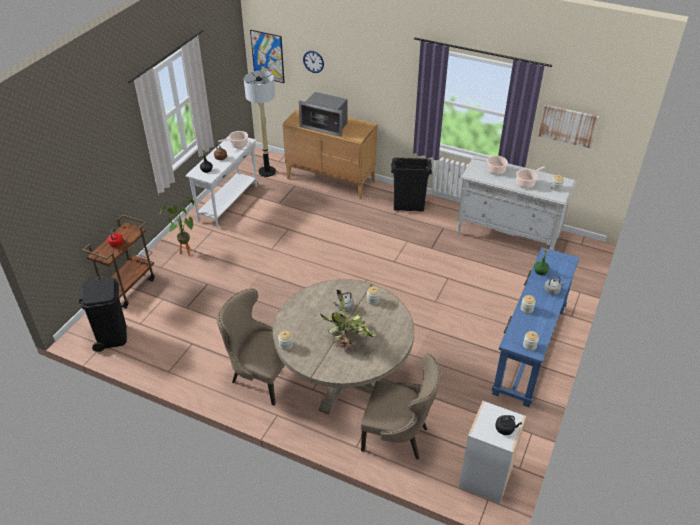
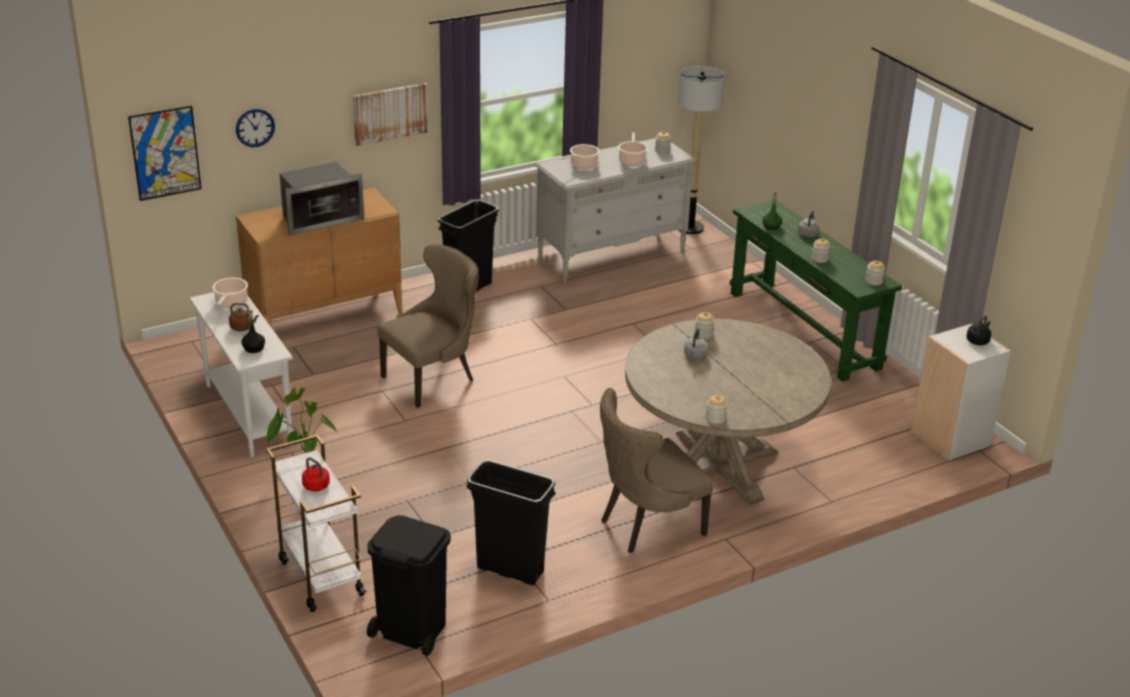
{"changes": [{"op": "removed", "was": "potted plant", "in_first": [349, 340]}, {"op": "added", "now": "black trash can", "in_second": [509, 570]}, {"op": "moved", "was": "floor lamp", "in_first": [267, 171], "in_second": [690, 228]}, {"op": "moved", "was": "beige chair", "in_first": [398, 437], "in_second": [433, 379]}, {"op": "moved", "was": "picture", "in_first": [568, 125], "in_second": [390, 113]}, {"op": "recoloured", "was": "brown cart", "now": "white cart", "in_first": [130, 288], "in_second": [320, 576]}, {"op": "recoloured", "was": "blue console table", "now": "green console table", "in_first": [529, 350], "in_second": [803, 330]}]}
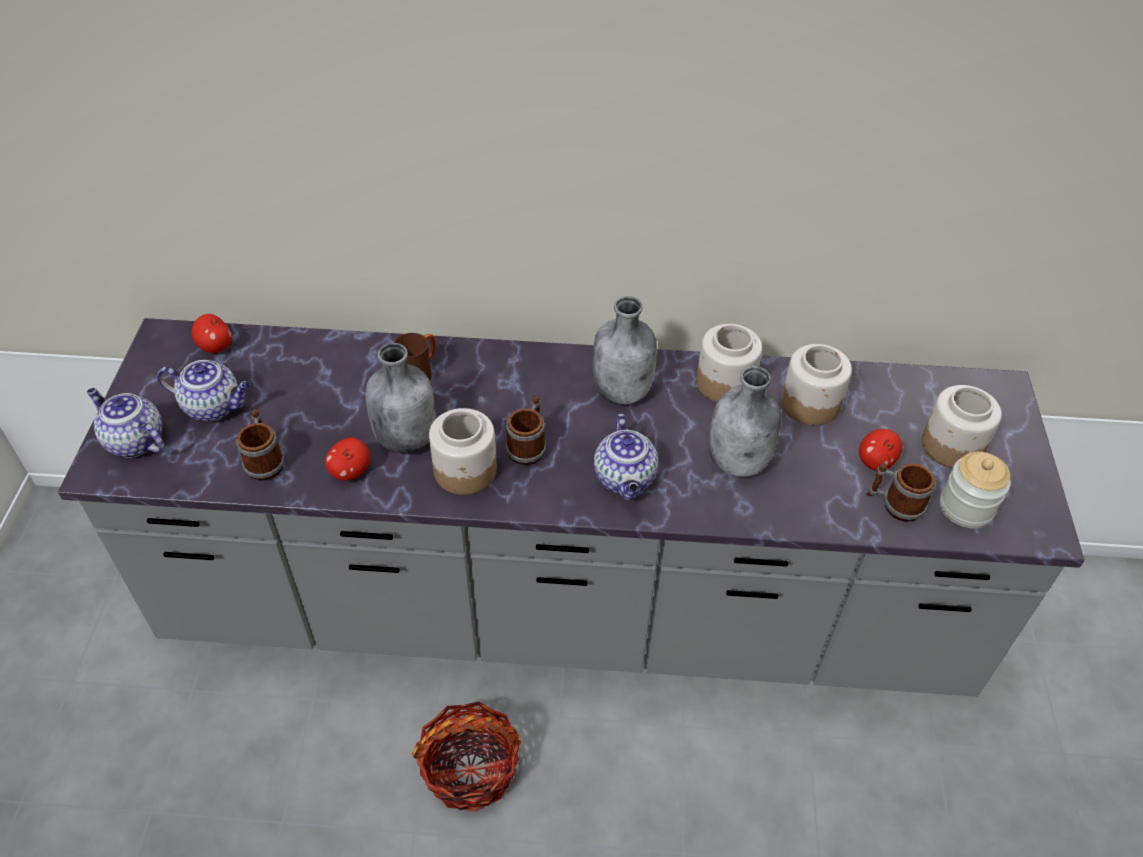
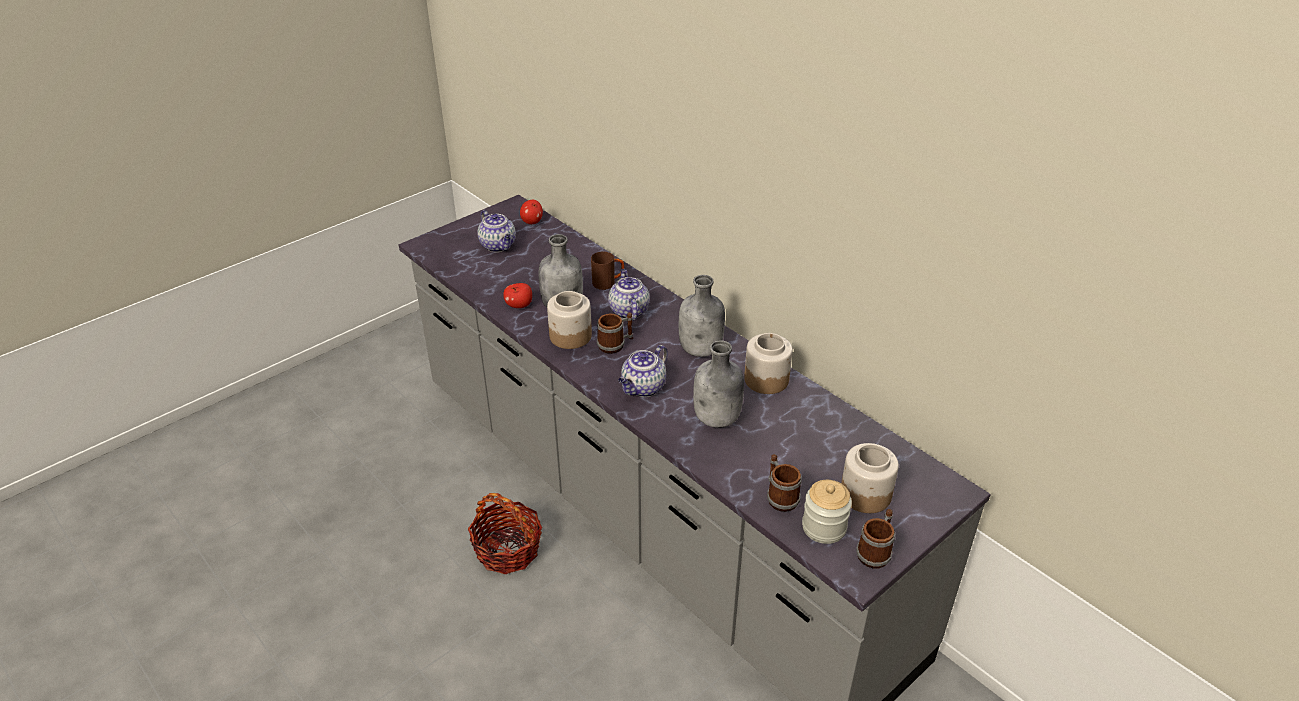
{"changes": [{"op": "removed", "was": "jar", "in_first": [810, 403]}, {"op": "removed", "was": "apple", "in_first": [875, 462]}, {"op": "moved", "was": "teapot", "in_first": [134, 441], "in_second": [628, 311]}, {"op": "moved", "was": "mug", "in_first": [265, 460], "in_second": [875, 552]}]}
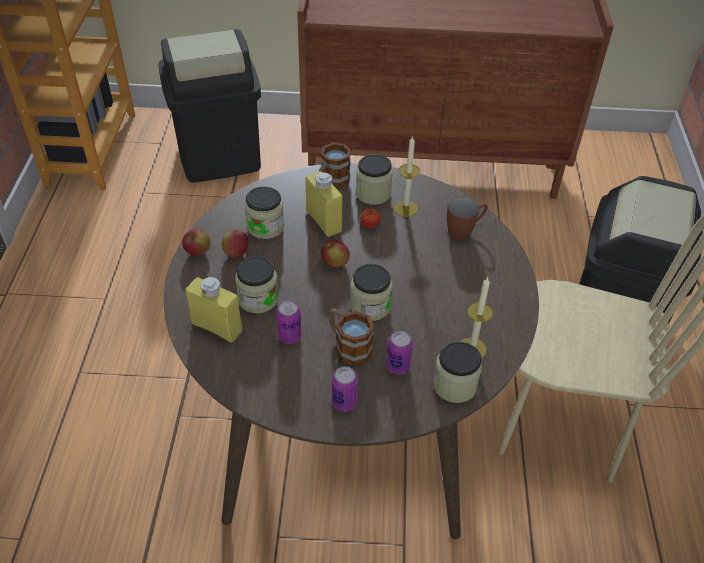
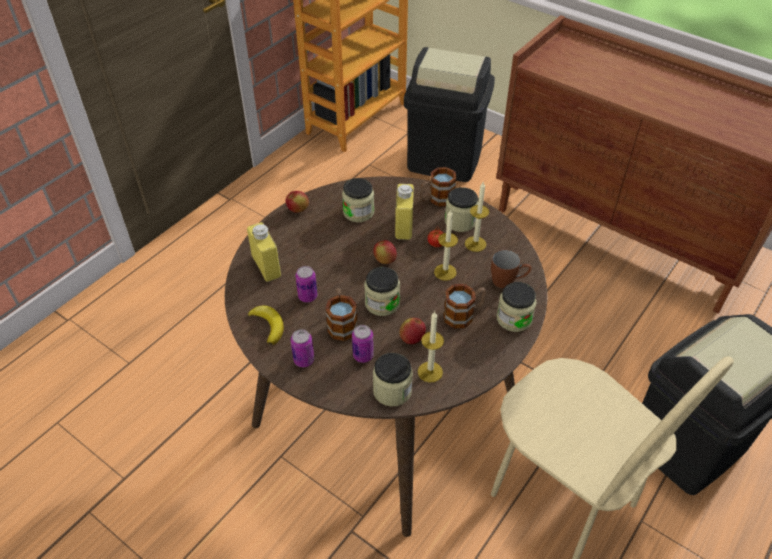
{"changes": [{"op": "added", "now": "banana", "in_second": [268, 325]}, {"op": "added", "now": "candle", "in_second": [445, 272]}, {"op": "added", "now": "mug", "in_second": [464, 314]}, {"op": "moved", "was": "apple", "in_first": [236, 253], "in_second": [412, 338]}, {"op": "moved", "was": "jar", "in_first": [258, 299], "in_second": [514, 318]}]}
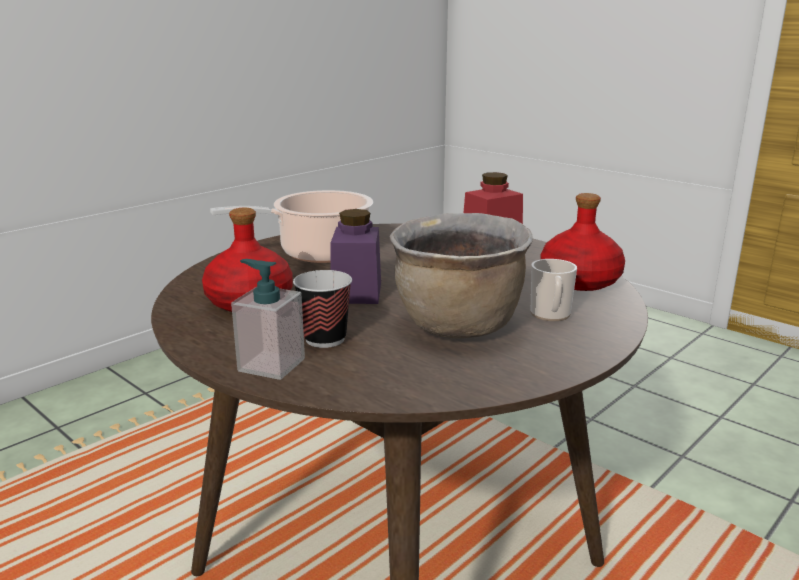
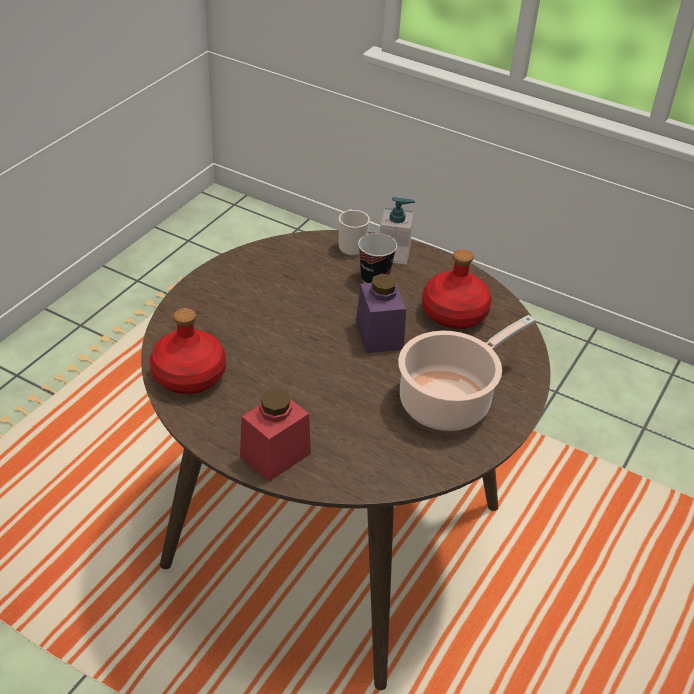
{"changes": [{"op": "removed", "was": "brown cooking pot", "in_first": [458, 327]}, {"op": "moved", "was": "mug", "in_first": [551, 315], "in_second": [351, 245]}]}
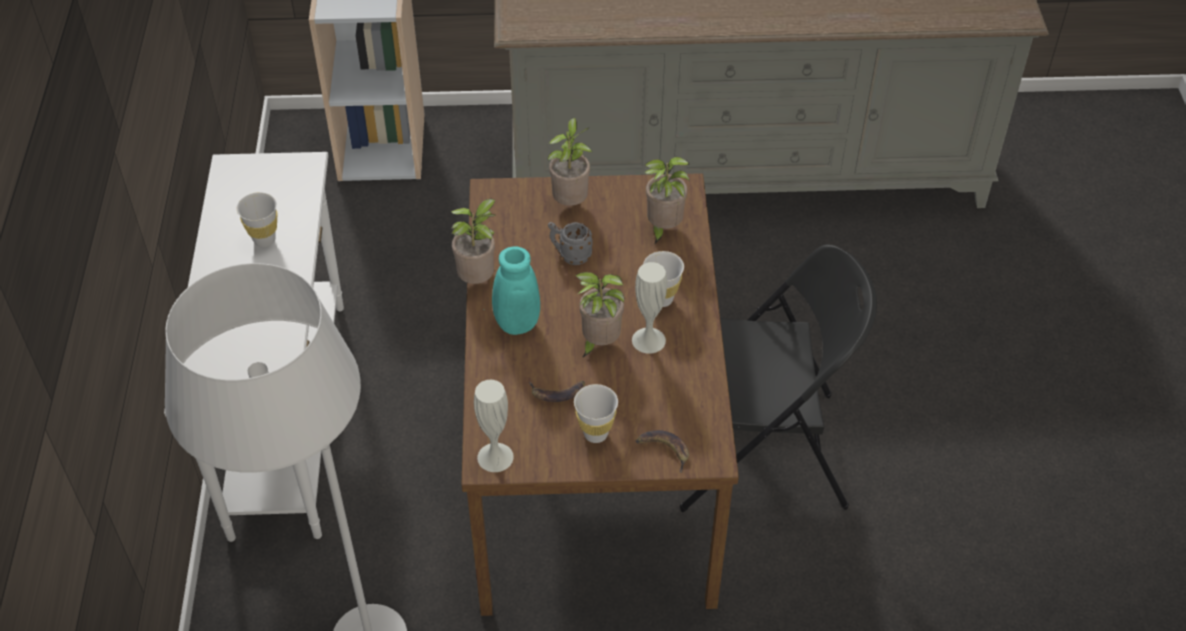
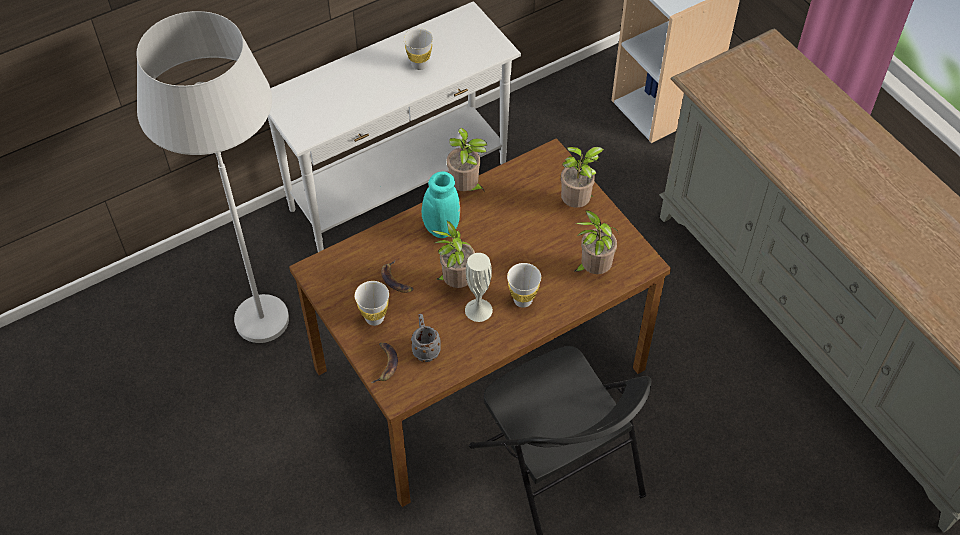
{"changes": [{"op": "removed", "was": "white vase", "in_first": [495, 457]}, {"op": "moved", "was": "grey mug", "in_first": [570, 255], "in_second": [425, 348]}]}
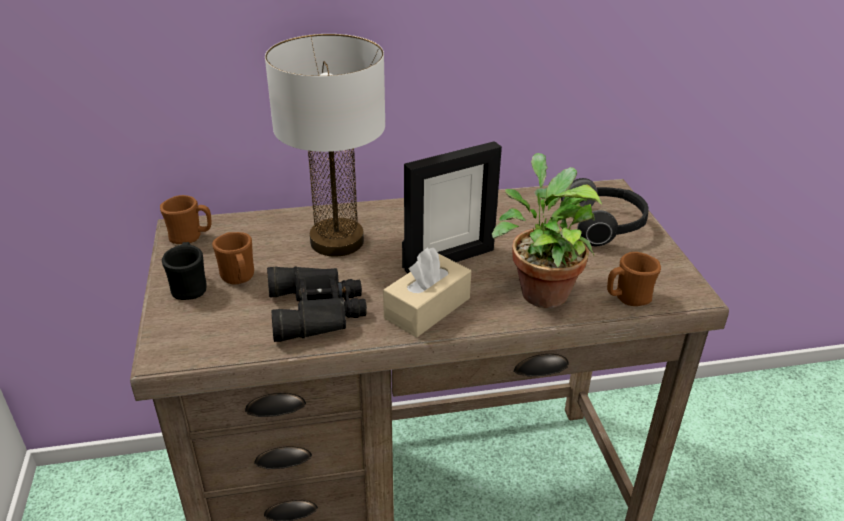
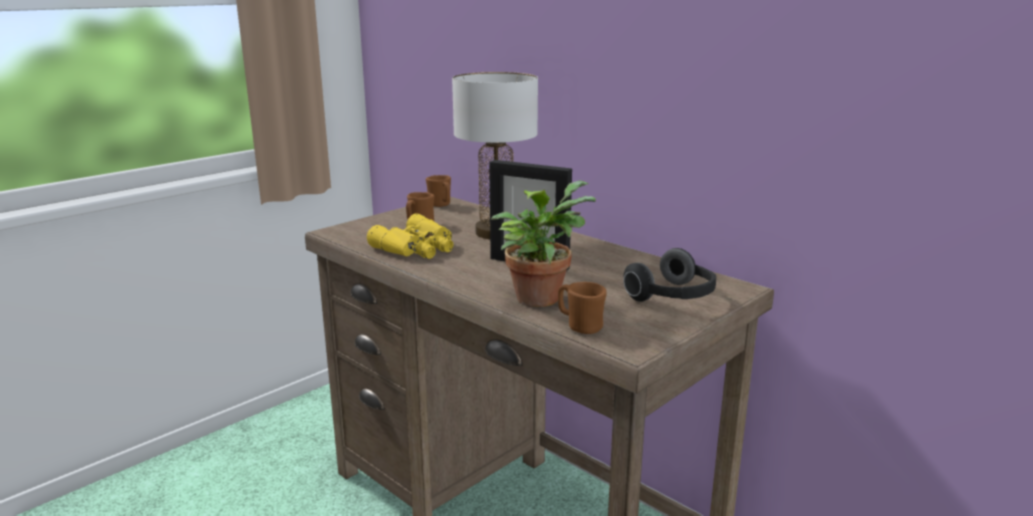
{"changes": [{"op": "removed", "was": "black mug", "in_first": [190, 287]}, {"op": "removed", "was": "beige tissue box", "in_first": [427, 308]}, {"op": "recoloured", "was": "black binoculars", "now": "yellow binoculars", "in_first": [318, 310], "in_second": [417, 248]}]}
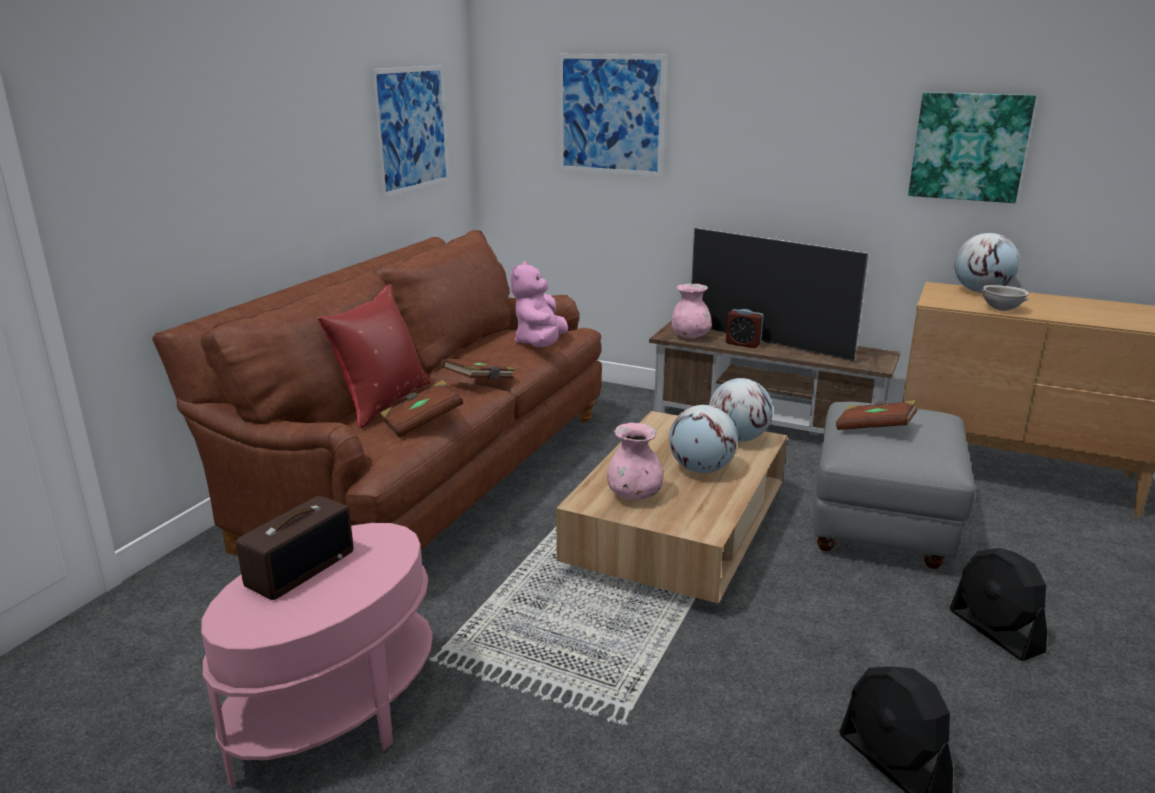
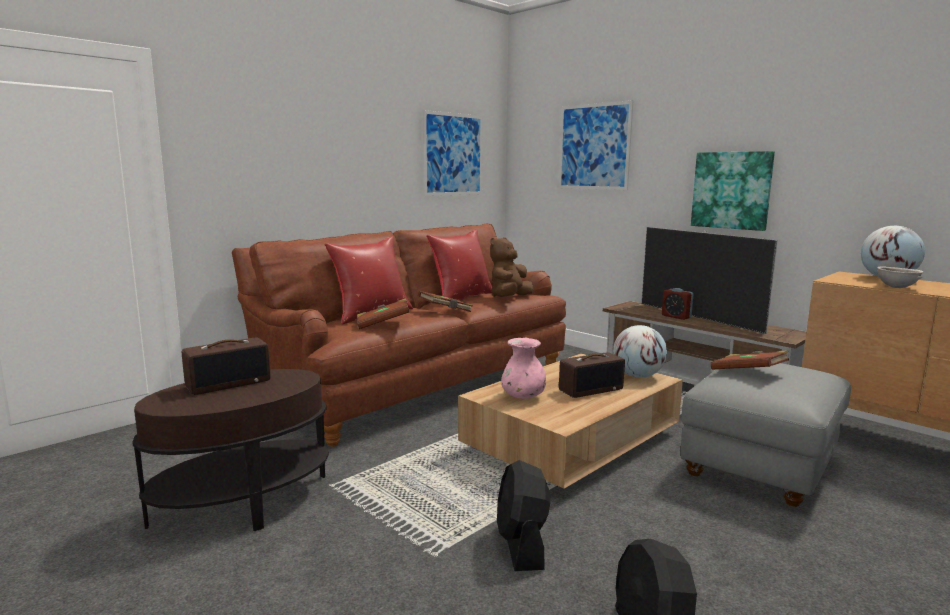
{"changes": [{"op": "removed", "was": "pink vase", "in_first": [690, 337]}, {"op": "added", "now": "red pillow", "in_second": [461, 297]}, {"op": "moved", "was": "picture", "in_first": [969, 147], "in_second": [731, 190]}, {"op": "moved", "was": "black fan", "in_first": [995, 631], "in_second": [522, 545]}, {"op": "replaced", "was": "globe", "now": "radio", "in_first": [701, 469], "in_second": [590, 389]}, {"op": "recoloured", "was": "pink side table", "now": "brown side table", "in_first": [336, 715], "in_second": [243, 503]}, {"op": "recoloured", "was": "pink plush toy", "now": "brown plush toy", "in_first": [540, 343], "in_second": [509, 298]}]}
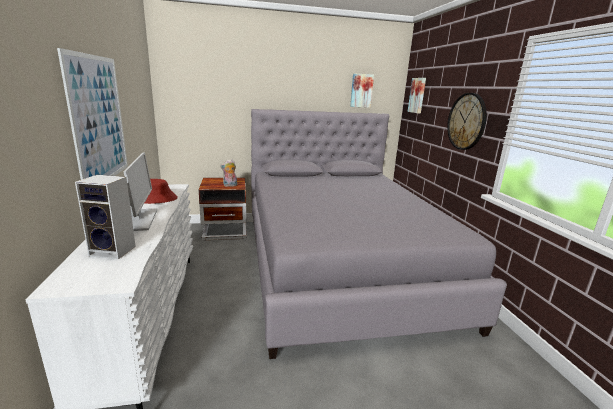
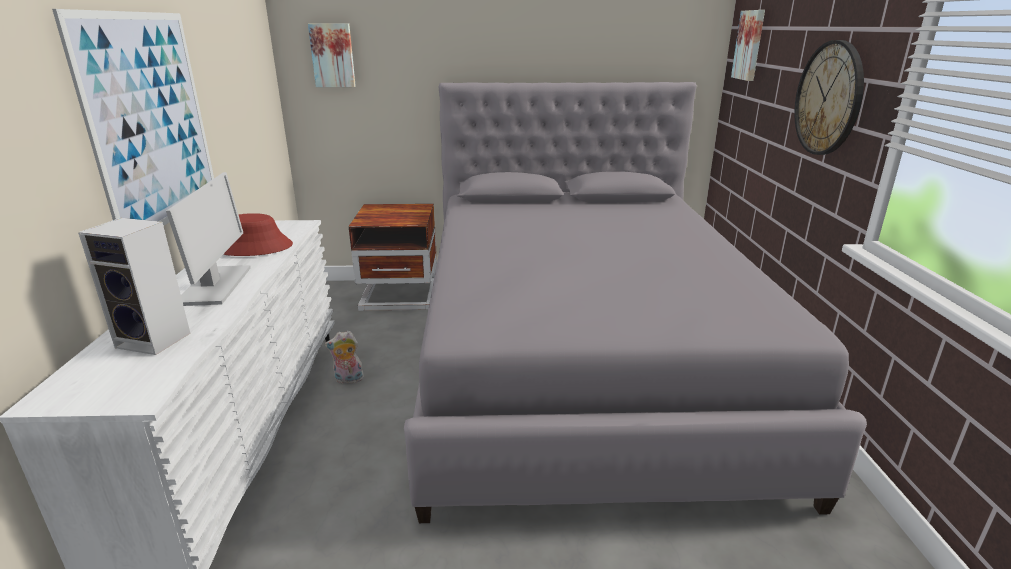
{"changes": [{"op": "moved", "was": "plush toy", "in_first": [230, 185], "in_second": [348, 380]}, {"op": "moved", "was": "picture", "in_first": [361, 90], "in_second": [333, 55]}]}
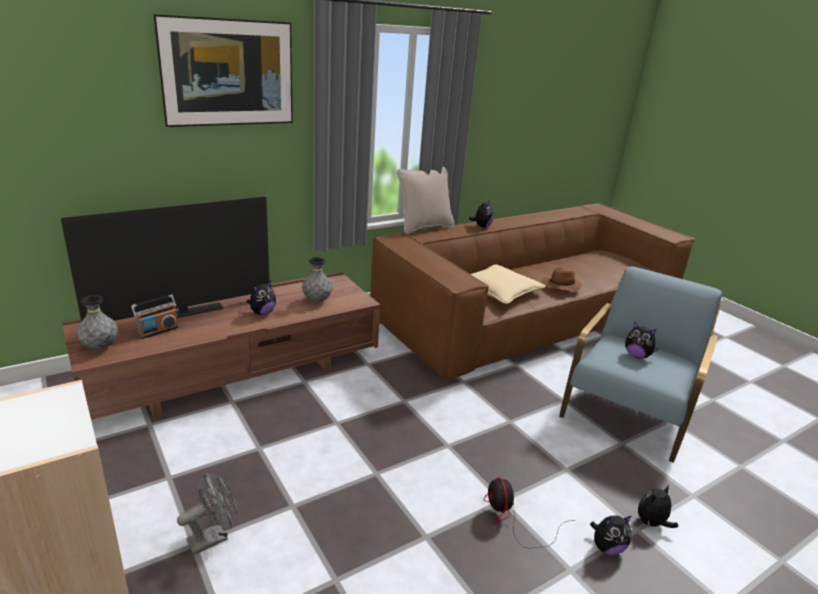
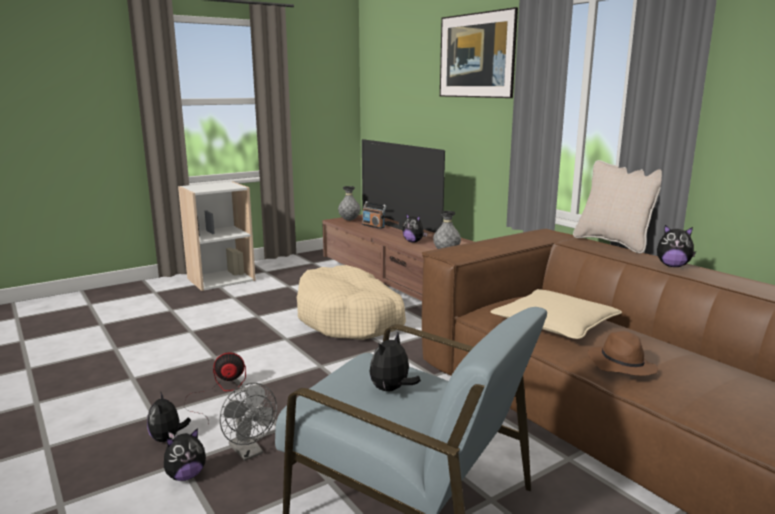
{"changes": [{"op": "added", "now": "beige dog bed", "in_second": [350, 318]}, {"op": "moved", "was": "grey fan", "in_first": [213, 537], "in_second": [249, 452]}, {"op": "turned", "was": "plush toy", "in_first": [651, 523], "in_second": [186, 476], "clockwise": 90}]}
